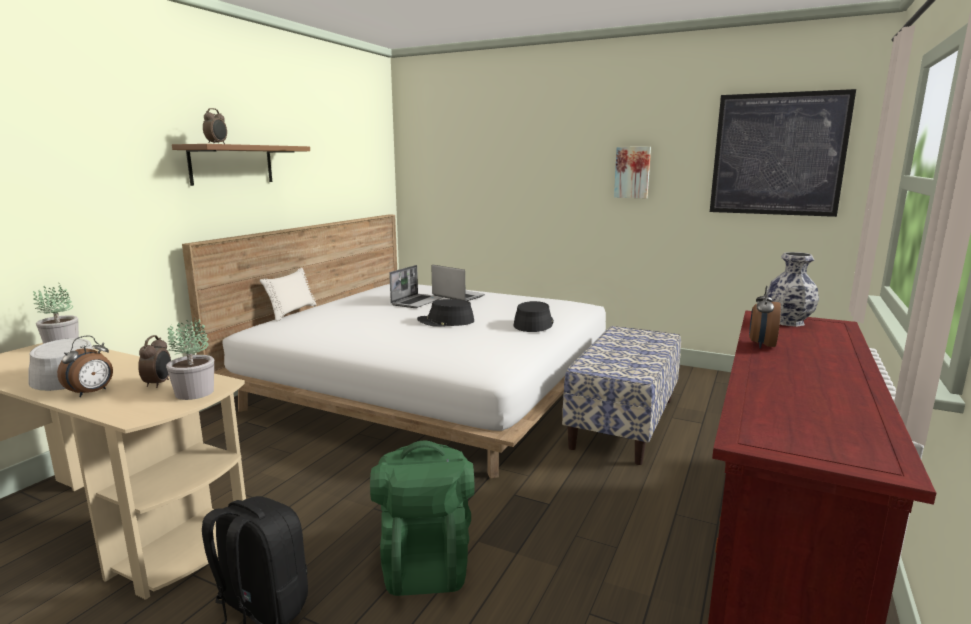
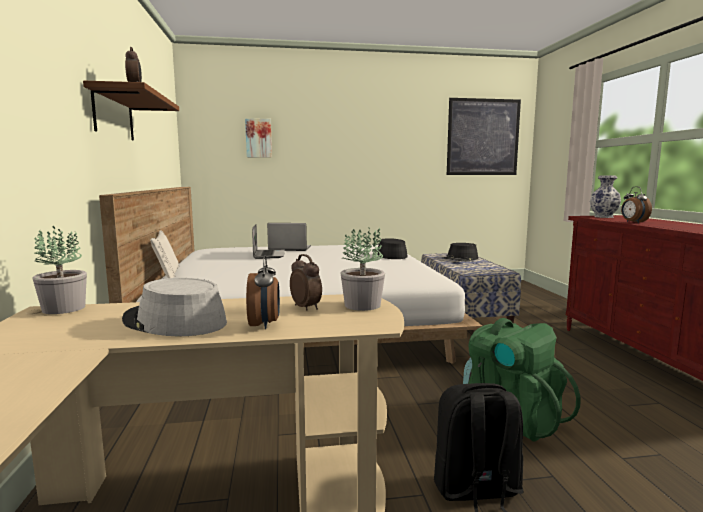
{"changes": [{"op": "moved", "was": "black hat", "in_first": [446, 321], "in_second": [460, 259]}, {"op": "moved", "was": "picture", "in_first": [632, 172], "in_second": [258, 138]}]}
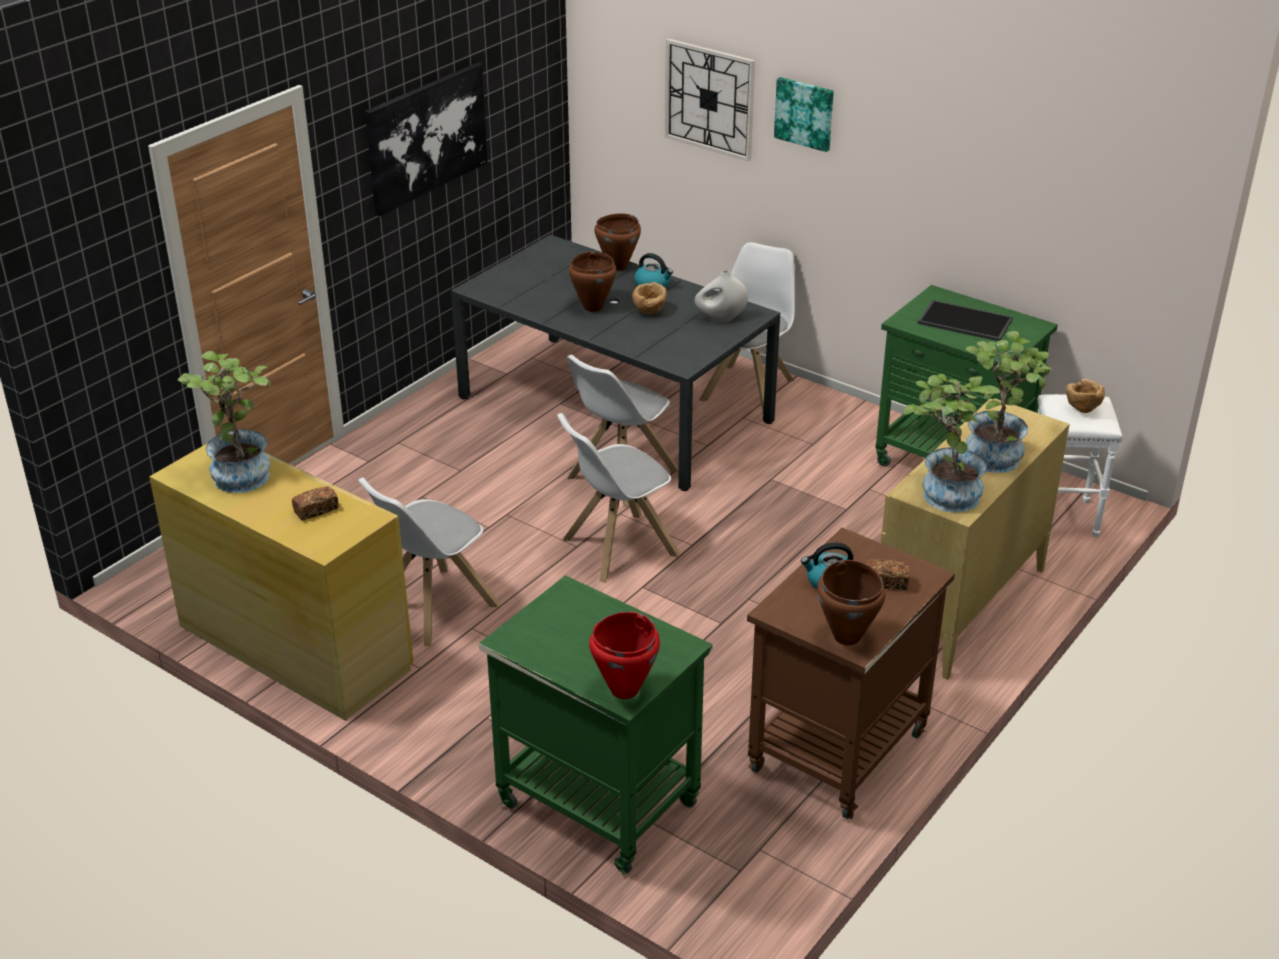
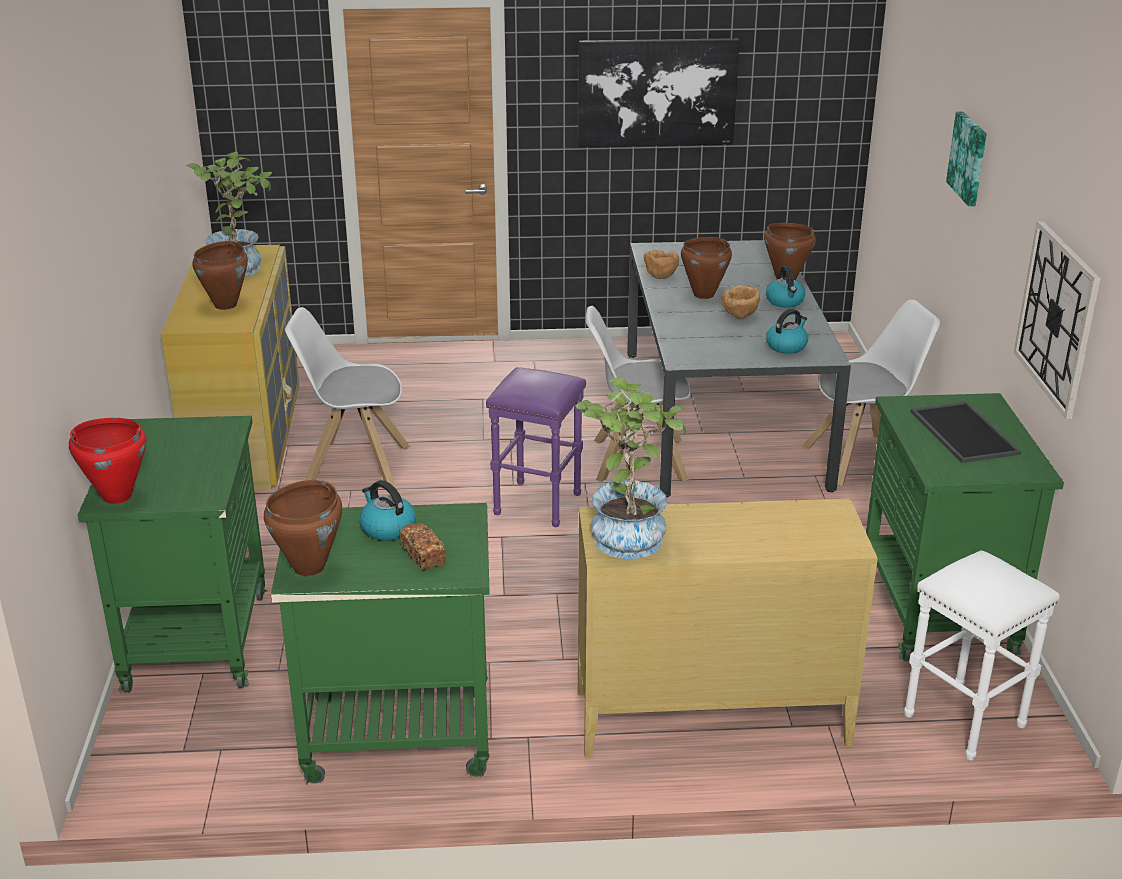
{"changes": [{"op": "removed", "was": "potted plant", "in_first": [997, 453]}, {"op": "moved", "was": "wall clock", "in_first": [709, 99], "in_second": [1057, 318]}, {"op": "moved", "was": "brown bowl", "in_first": [1082, 409], "in_second": [660, 277]}, {"op": "replaced", "was": "bread", "now": "brown cooking pot", "in_first": [316, 510], "in_second": [226, 305]}, {"op": "replaced", "was": "chair", "now": "purple stool", "in_first": [617, 548], "in_second": [536, 502]}, {"op": "replaced", "was": "white vase", "now": "kettle", "in_first": [720, 319], "in_second": [786, 346]}, {"op": "recoloured", "was": "brown cart", "now": "green cart", "in_first": [837, 753], "in_second": [396, 737]}]}
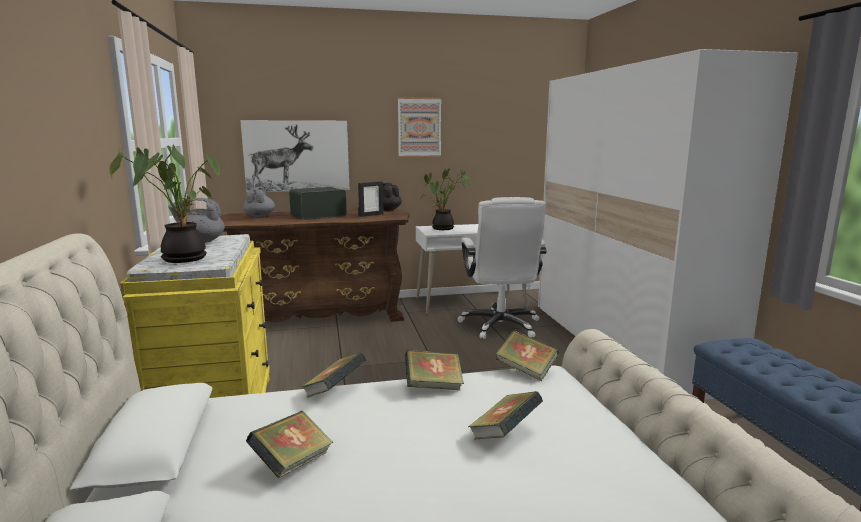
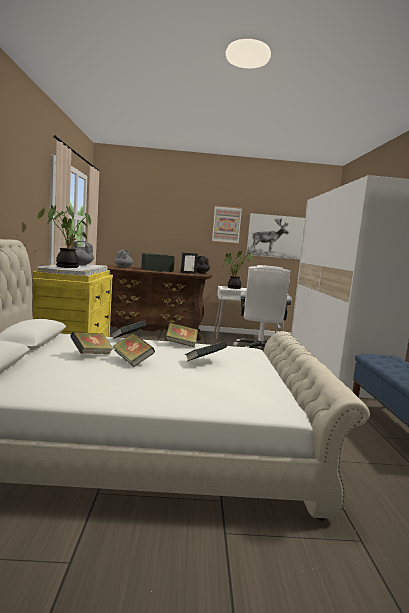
{"changes": [{"op": "moved", "was": "picture", "in_first": [296, 156], "in_second": [278, 236]}, {"op": "moved", "was": "book", "in_first": [526, 370], "in_second": [132, 361]}]}
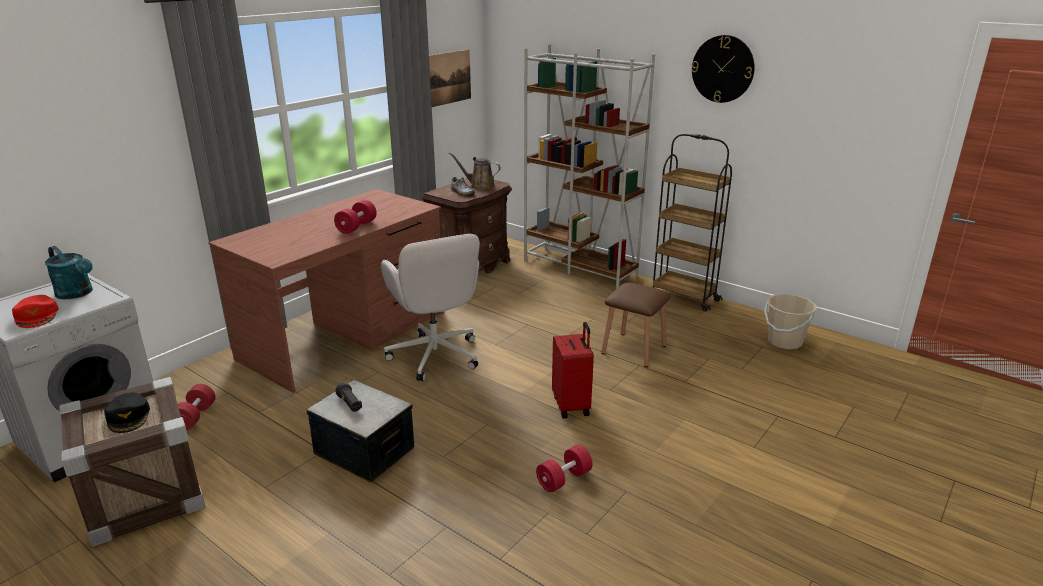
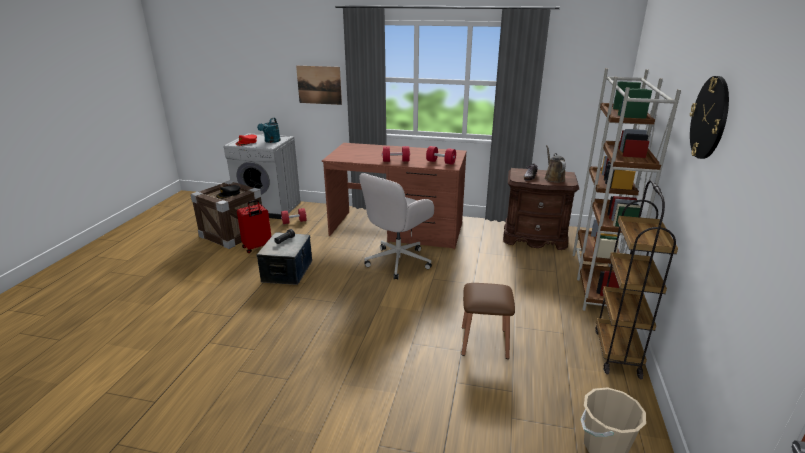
{"changes": [{"op": "moved", "was": "picture", "in_first": [449, 78], "in_second": [319, 85]}, {"op": "moved", "was": "red dumbbell", "in_first": [564, 479], "in_second": [440, 162]}, {"op": "moved", "was": "red suitcase", "in_first": [572, 405], "in_second": [257, 247]}]}
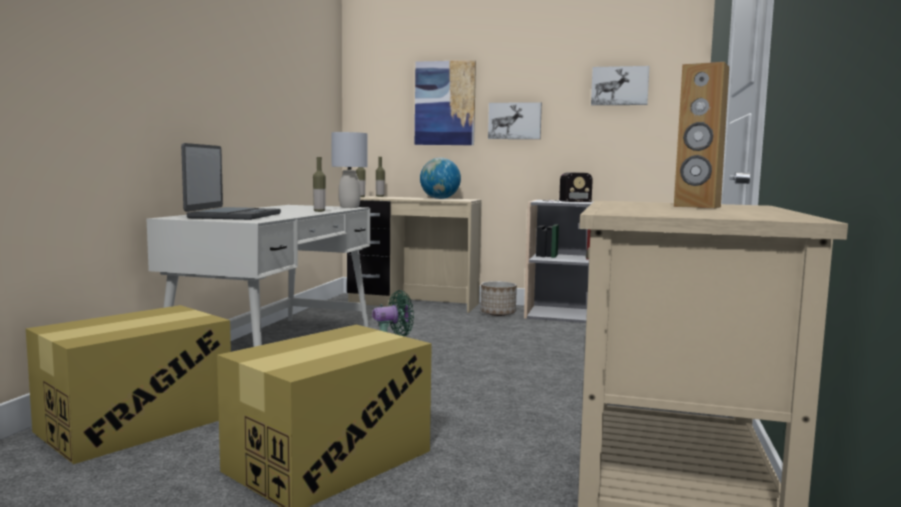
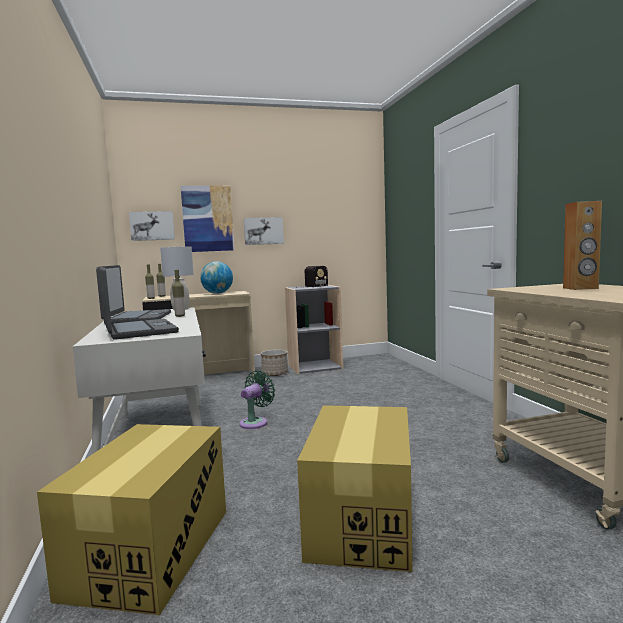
{"changes": [{"op": "added", "now": "laptop", "in_second": [138, 318]}, {"op": "moved", "was": "picture", "in_first": [619, 86], "in_second": [152, 226]}]}
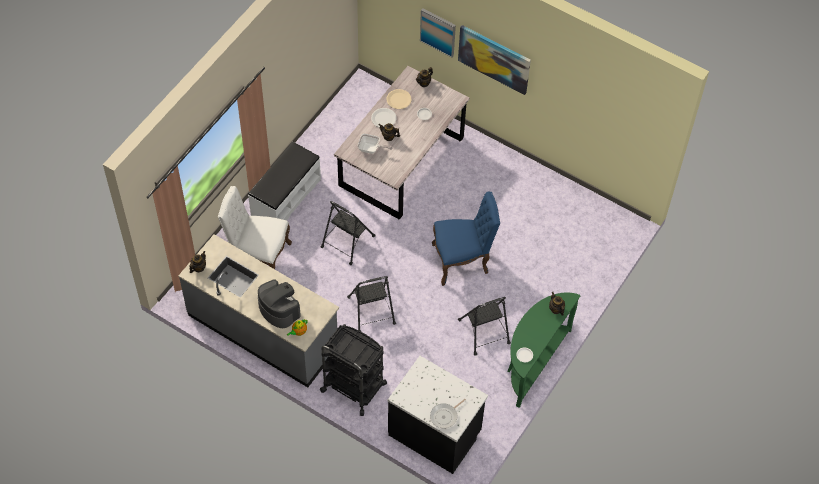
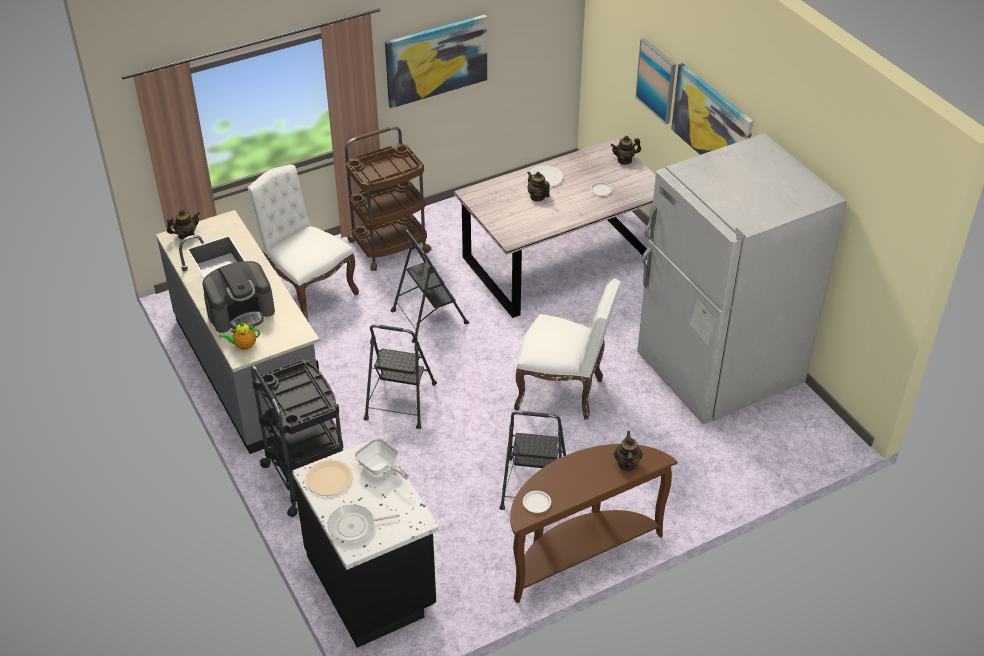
{"changes": [{"op": "added", "now": "picture", "in_second": [436, 60]}, {"op": "added", "now": "white fridge", "in_second": [719, 369]}, {"op": "moved", "was": "frying pan", "in_first": [371, 149], "in_second": [380, 468]}, {"op": "moved", "was": "beige plate", "in_first": [399, 99], "in_second": [329, 479]}, {"op": "replaced", "was": "white bench", "now": "brown cart", "in_first": [285, 197], "in_second": [389, 246]}, {"op": "recoloured", "was": "blue chair", "now": "white chair", "in_first": [461, 261], "in_second": [562, 392]}, {"op": "recoloured", "was": "green console table", "now": "brown console table", "in_first": [533, 362], "in_second": [579, 552]}, {"op": "turned", "was": "coffee machine", "in_first": [279, 309], "in_second": [241, 312], "clockwise": 75}]}
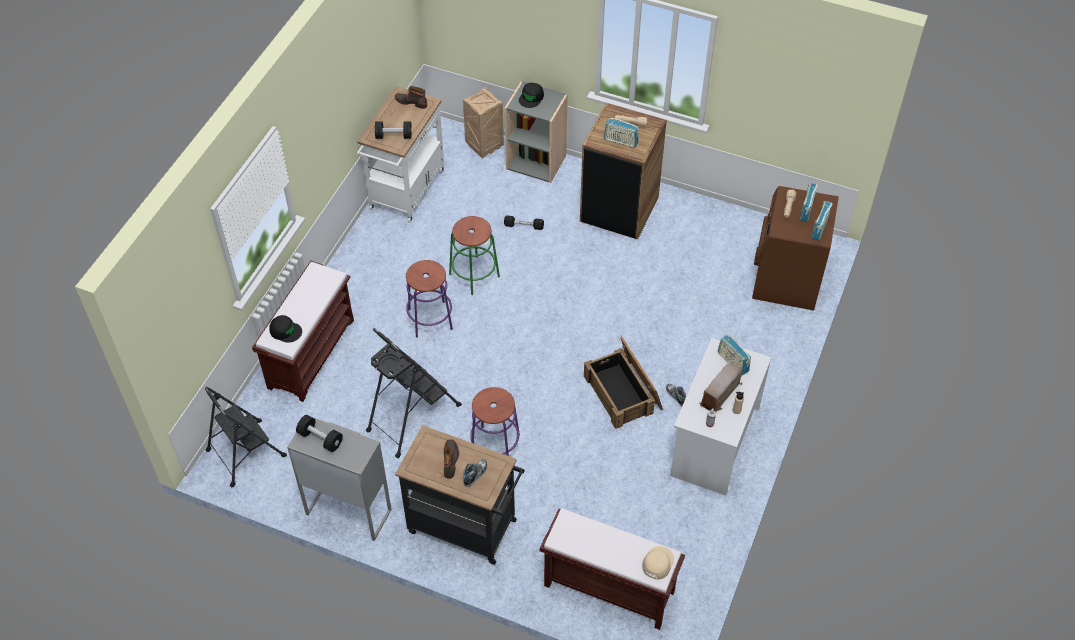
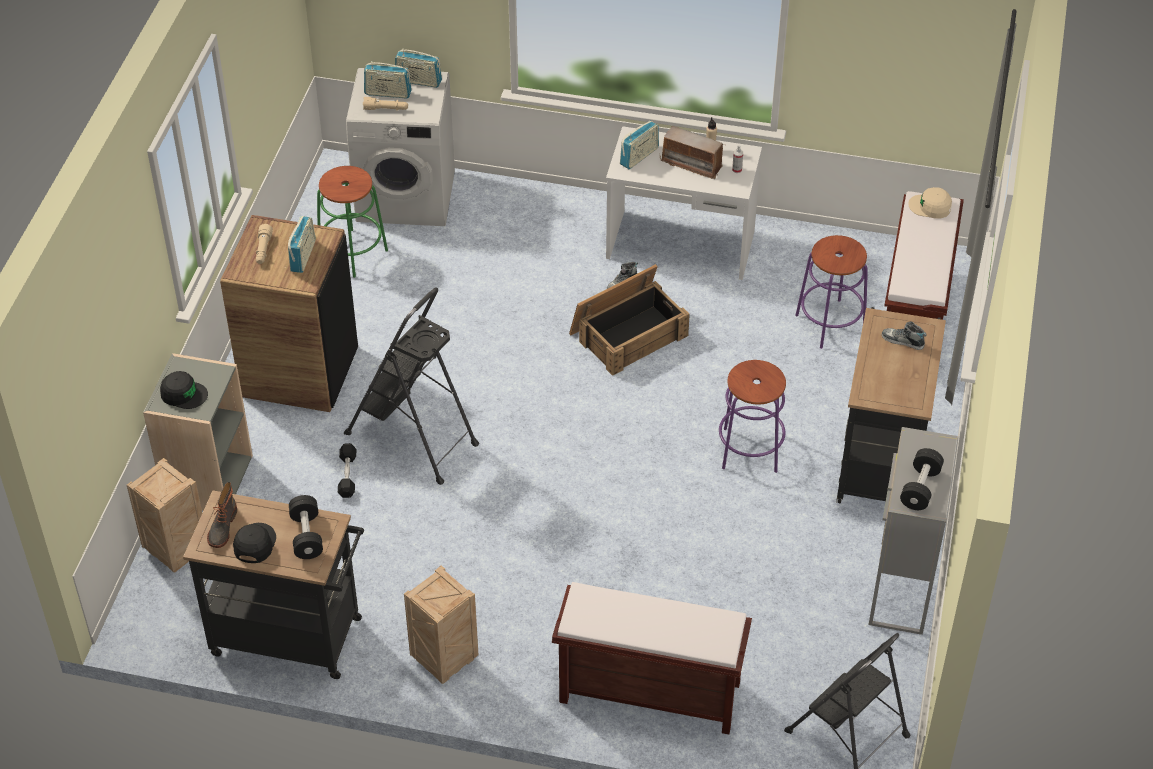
{"changes": [{"op": "removed", "was": "boot", "in_first": [450, 460]}, {"op": "added", "now": "crate", "in_second": [444, 660]}, {"op": "moved", "was": "black cap", "in_first": [285, 331], "in_second": [254, 544]}, {"op": "moved", "was": "step ladder", "in_first": [412, 418], "in_second": [412, 439]}, {"op": "moved", "was": "purple stool", "in_first": [430, 319], "in_second": [830, 323]}, {"op": "moved", "was": "green stool", "in_first": [474, 275], "in_second": [353, 253]}, {"op": "recoloured", "was": "white cart", "now": "black cart", "in_first": [406, 192], "in_second": [291, 638]}, {"op": "recoloured", "was": "brown washing machine", "now": "white washing machine", "in_first": [786, 278], "in_second": [405, 197]}]}
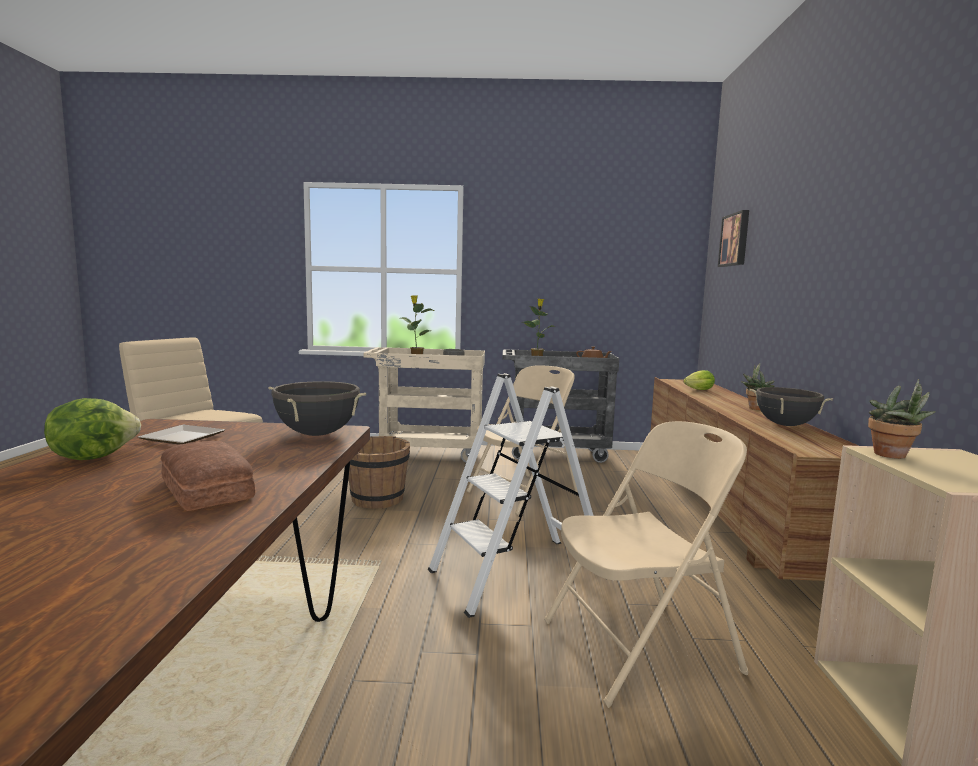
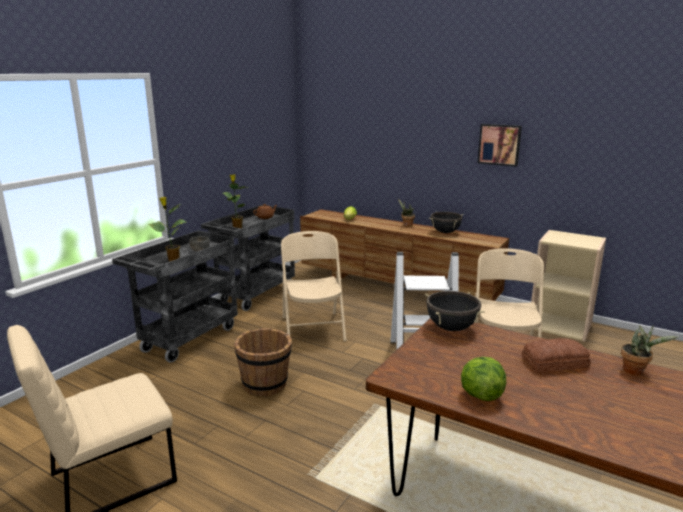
{"changes": [{"op": "removed", "was": "plate", "in_first": [180, 438]}, {"op": "moved", "was": "picture", "in_first": [735, 240], "in_second": [499, 144]}, {"op": "moved", "was": "potted plant", "in_first": [893, 456], "in_second": [636, 371]}, {"op": "recoloured", "was": "beige cart", "now": "black cart", "in_first": [426, 455], "in_second": [186, 341]}]}
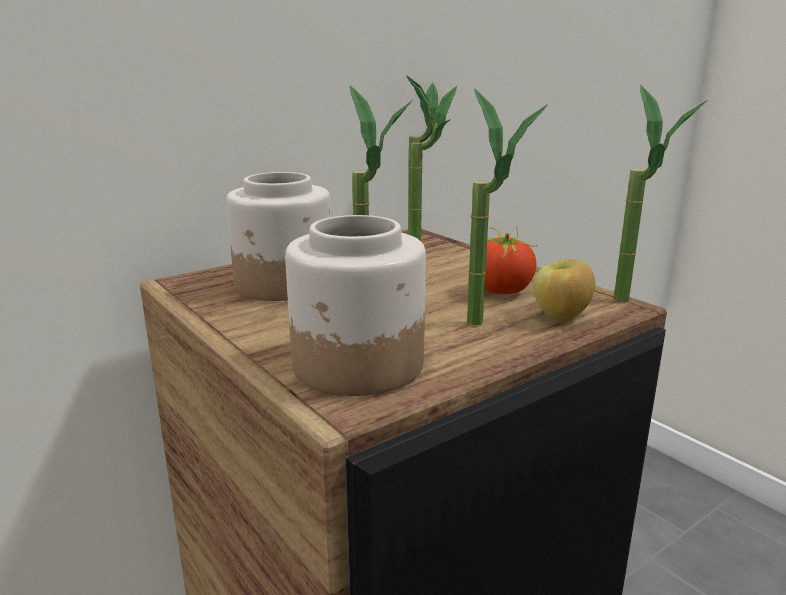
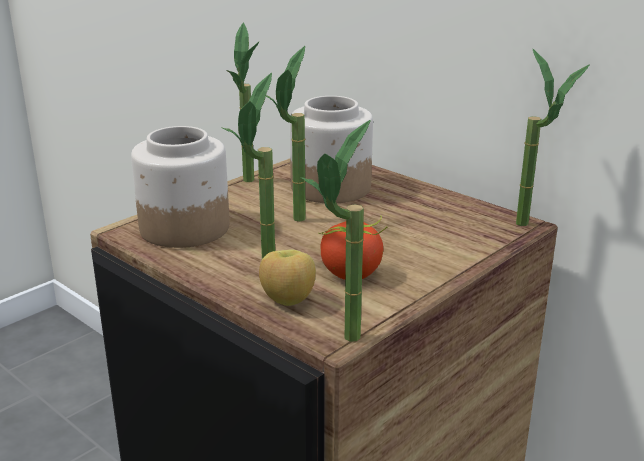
{"changes": [{"op": "moved", "was": "potted plant", "in_first": [427, 246], "in_second": [250, 184]}]}
